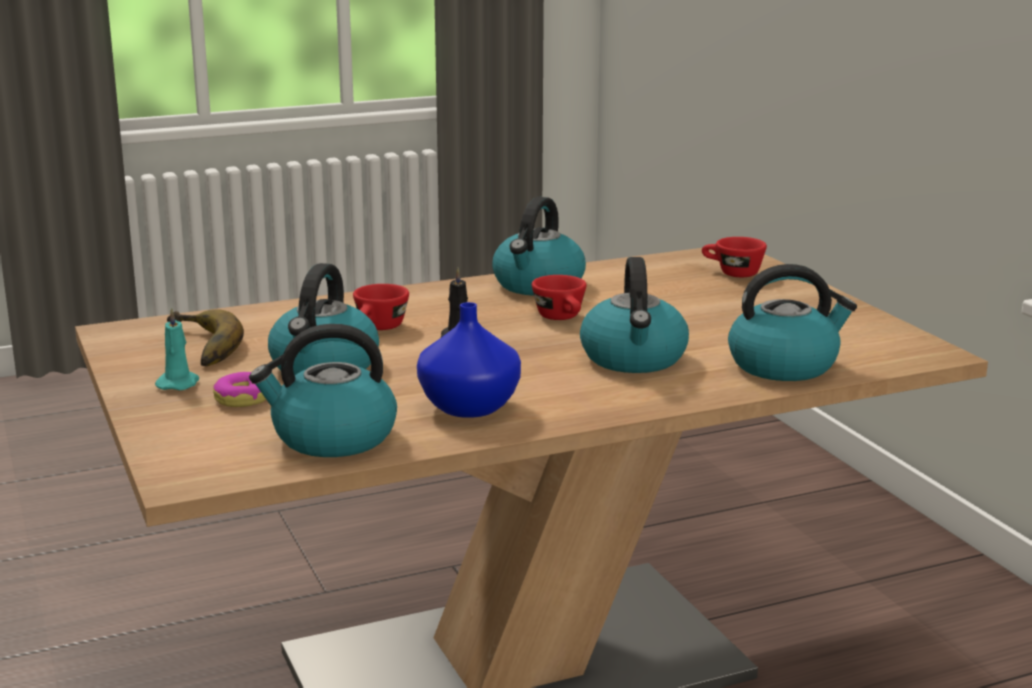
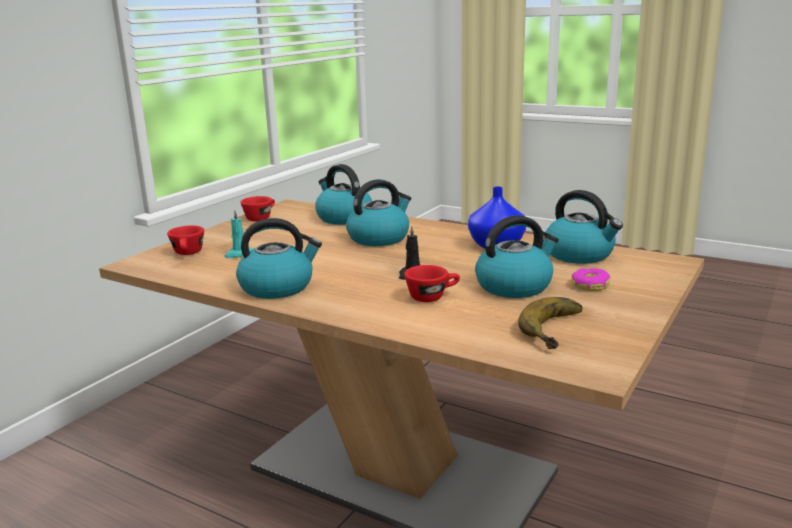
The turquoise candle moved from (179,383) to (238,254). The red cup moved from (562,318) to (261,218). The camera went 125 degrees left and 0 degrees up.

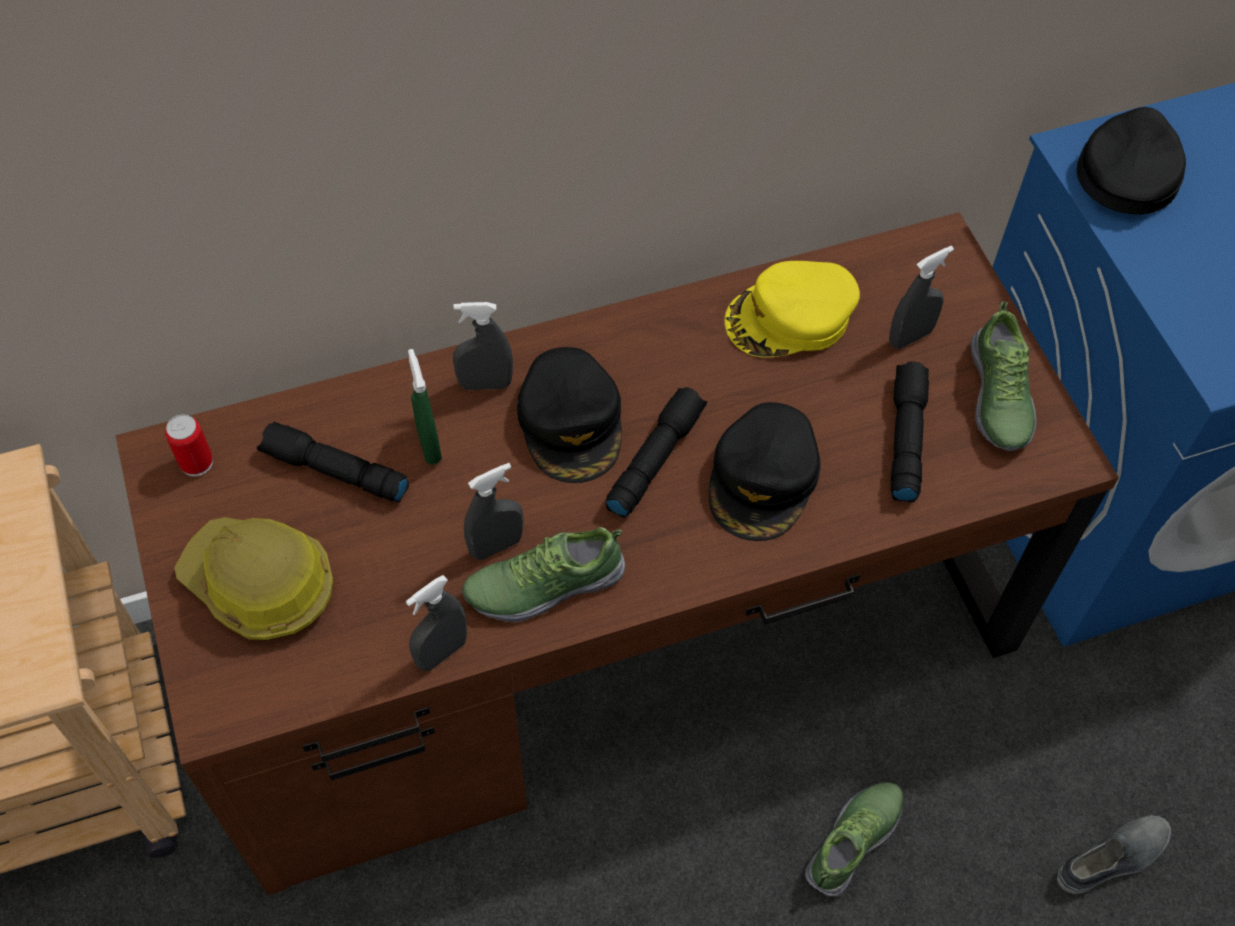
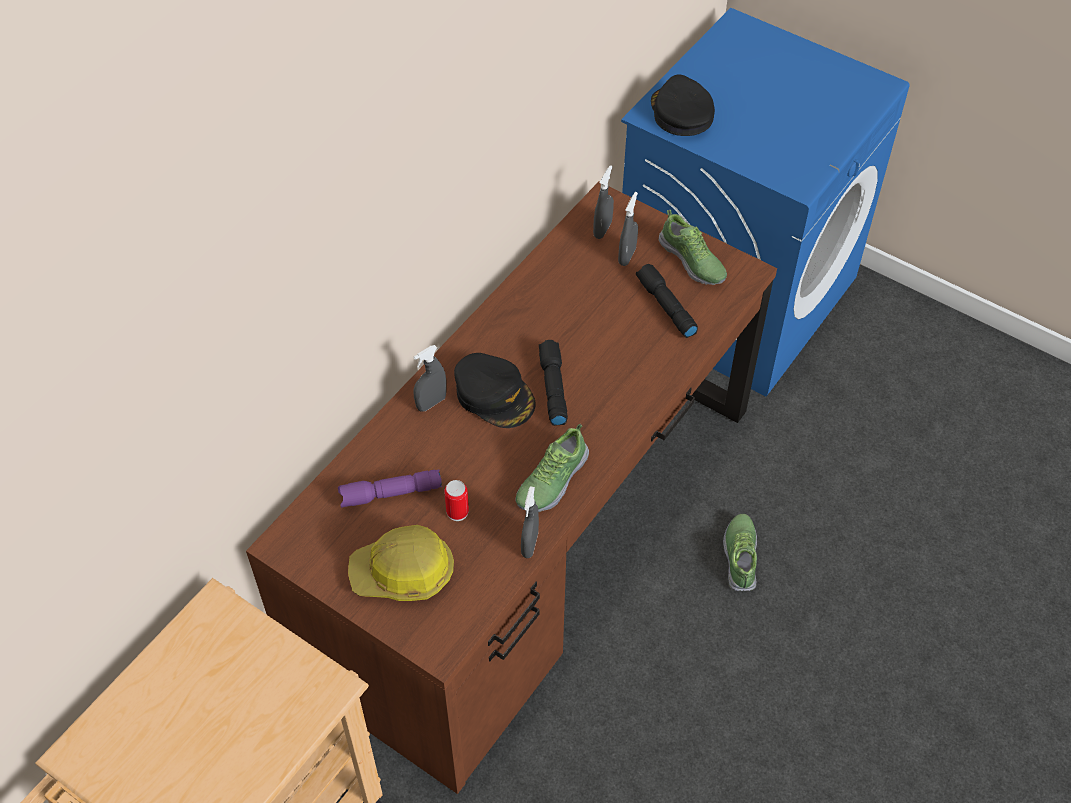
The green spray bottle at (429,445) disappeared. The black cap at (763,479) disappeared. The yellow cap at (790,318) disappeared. The grey shoe at (1113,858) disappeared. The can moved from (196,462) to (457,512). The grey spray bottle moved from (496,546) to (602,230). The black flashlight at (333,472) became the purple flashlight at (390,494). The camera went 35 degrees left and 5 degrees down.

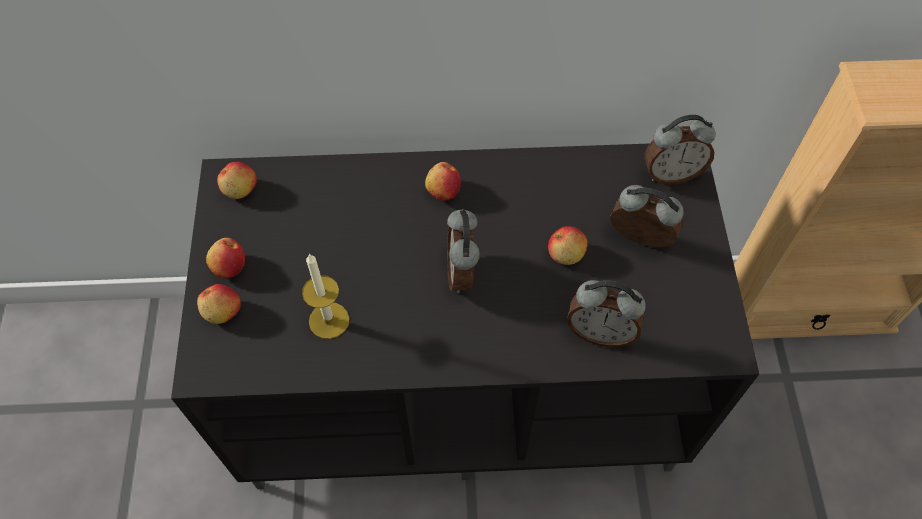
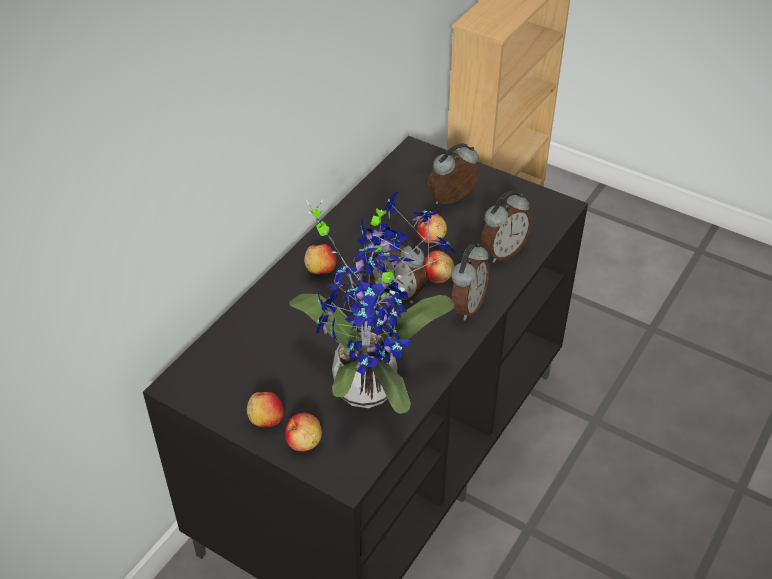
The apple moved from (240,189) to (438,276). The alarm clock moved from (671,173) to (467,306). The candle at (329,320) was replaced by the potted plant at (371,381). The camera went 55 degrees left and 15 degrees down.

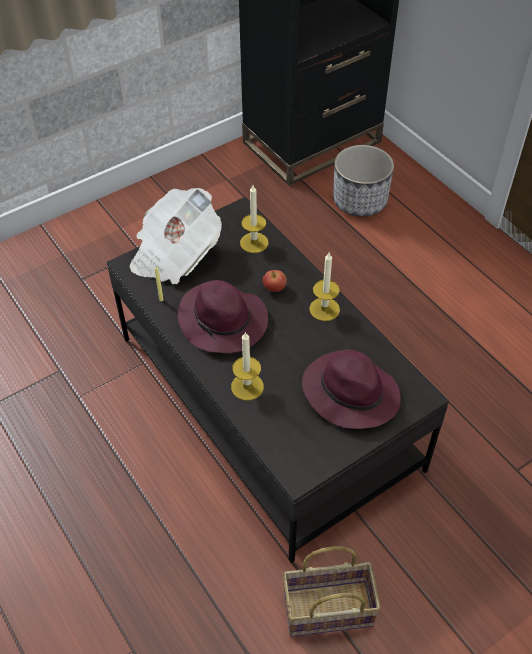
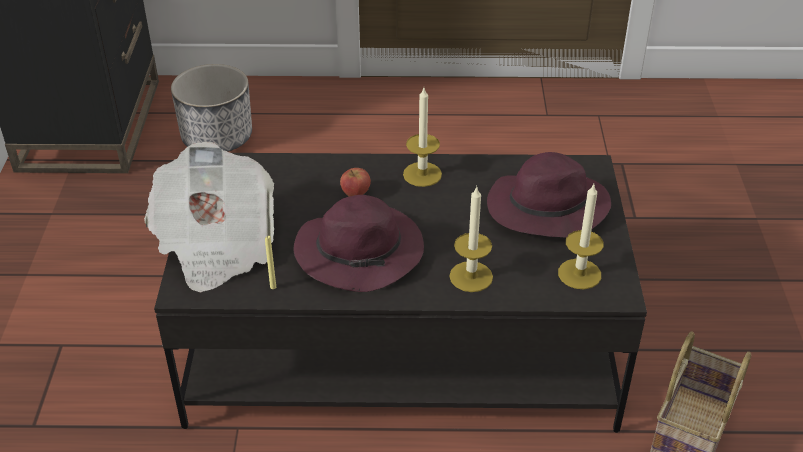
The candle moved from (254,242) to (579,274). The camera went 55 degrees left and 10 degrees down.

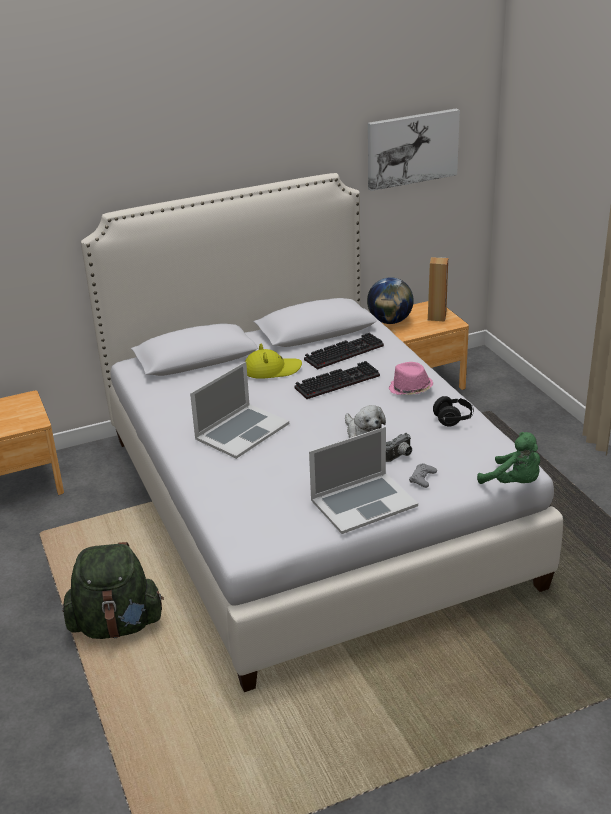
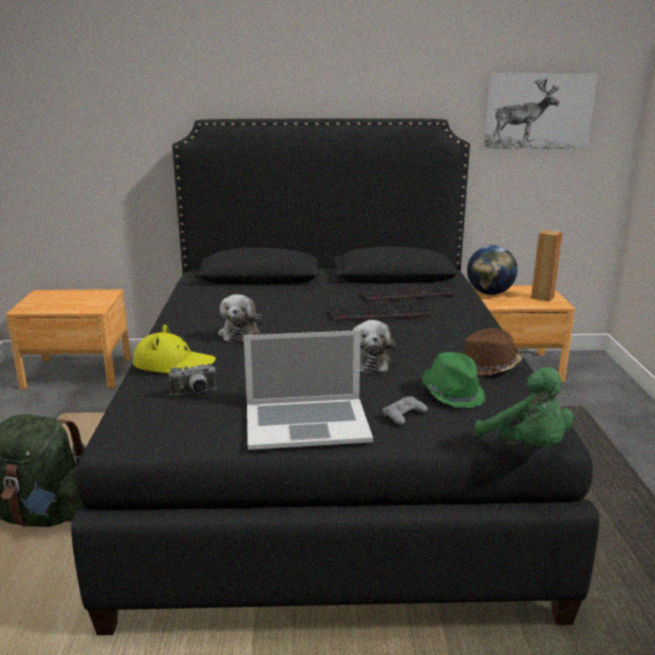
The pink hat at (410,389) disappeared. The green hat at (453,394) appeared. The yellow hat moved from (272,370) to (173,364). The photo camera moved from (400,456) to (194,393). The laptop at (241,431) was replaced by the plush toy at (240,333). The black headphones at (453,419) was replaced by the brown hat at (488,366). The white bed at (308,507) became the black bed at (326,451). The camera went 20 degrees right and 10 degrees down.

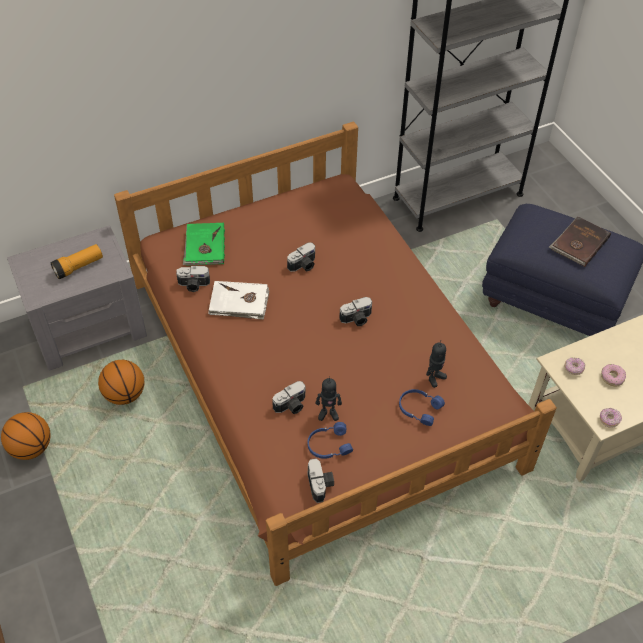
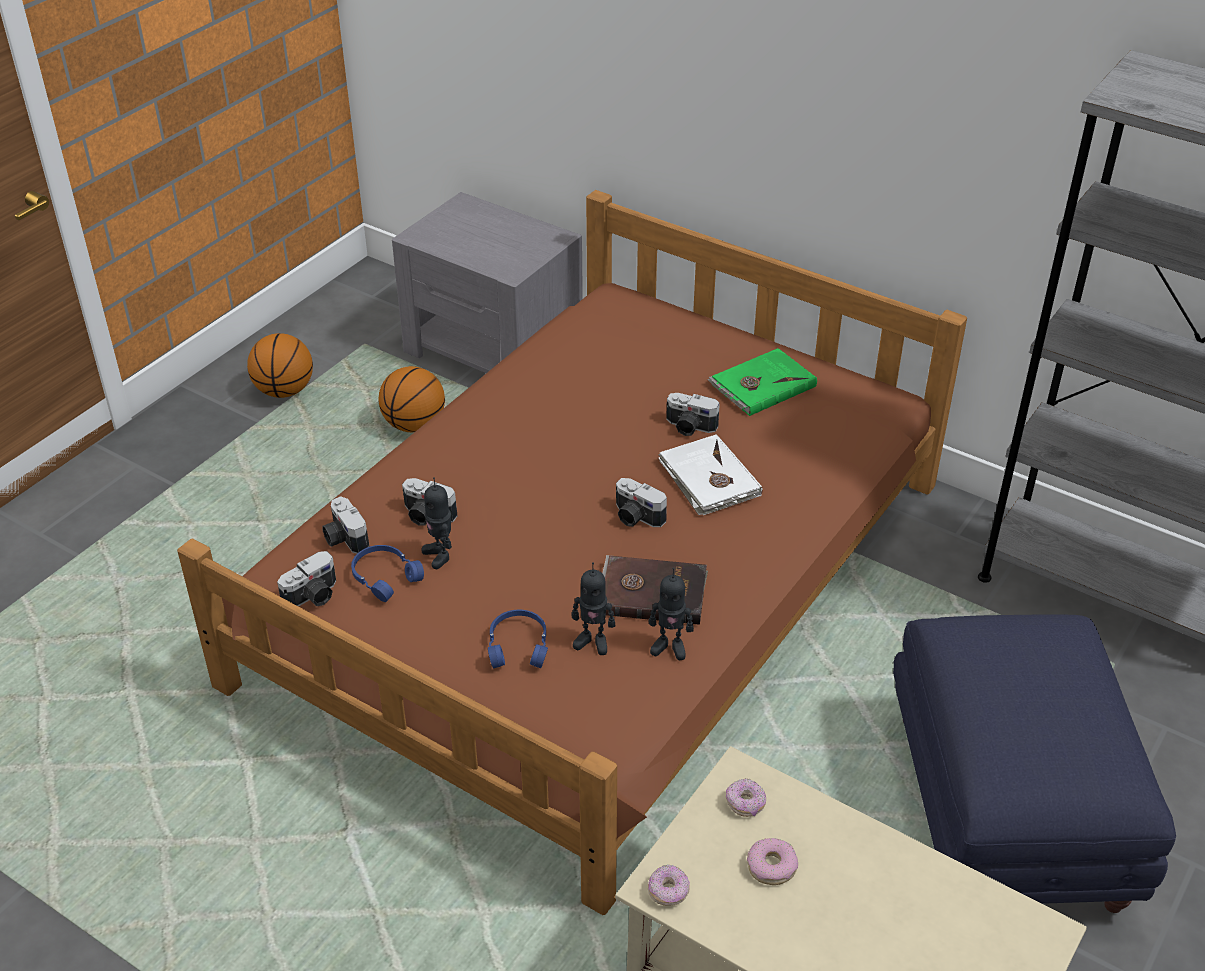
The flashlight at (79,267) disappeared. The toy robot at (669,647) appeared. The photo camera moved from (193,285) to (344,539). The green book moved from (204,246) to (761,385). The white book moved from (239,302) to (708,479). The brown book moved from (579,243) to (652,592). The camera went 60 degrees right and 10 degrees down.

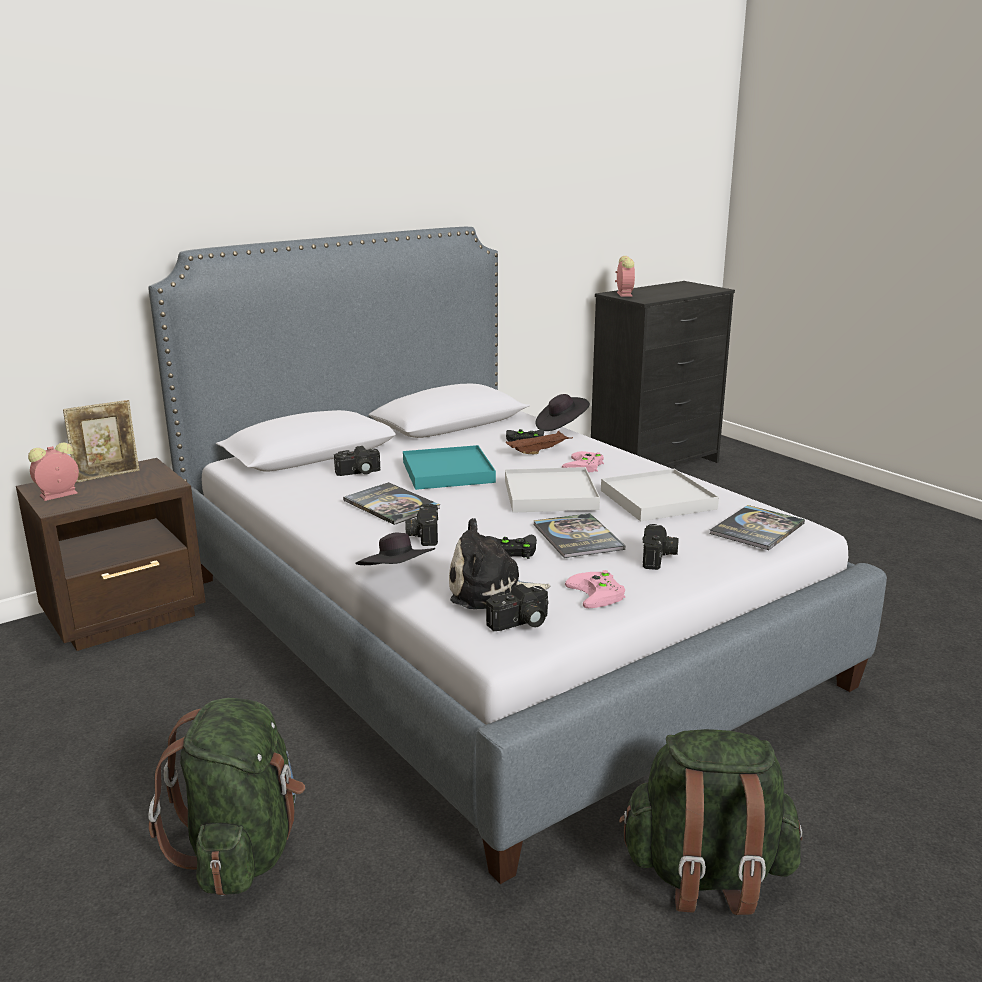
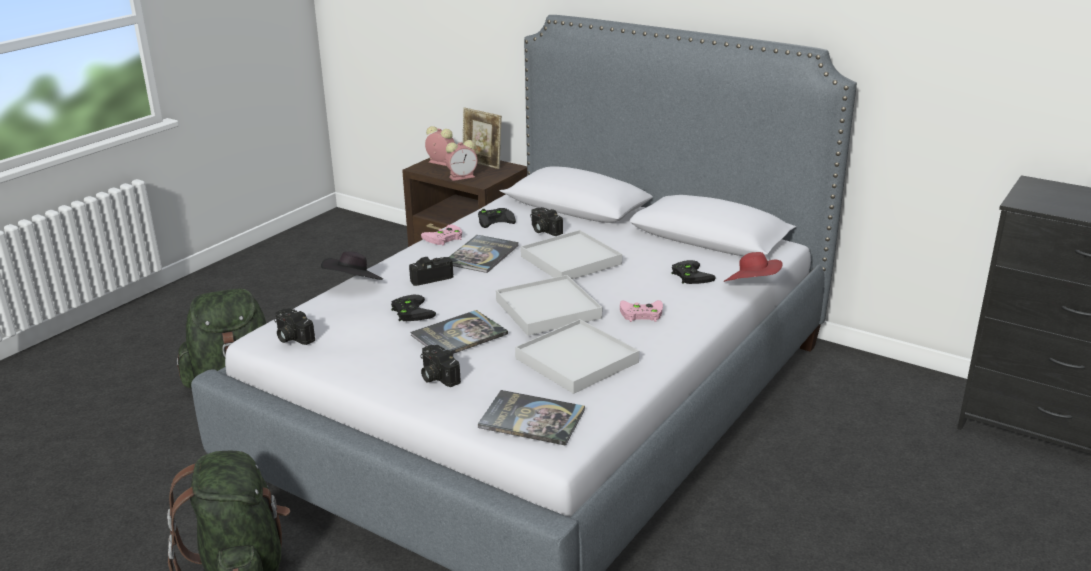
The plush toy at (491,591) disappeared. The brown tray at (539,451) disappeared. The black game controller at (496,220) appeared. The pink game controller moved from (599,594) to (443,238). The alarm clock moved from (624,294) to (462,176). The turquoise tray at (448,472) became the white tray at (571,260). The black hat at (561,426) became the red hat at (752,285). The photo camera at (659,558) turned 60 degrees clockwise. The camera went 70 degrees right and 5 degrees up.

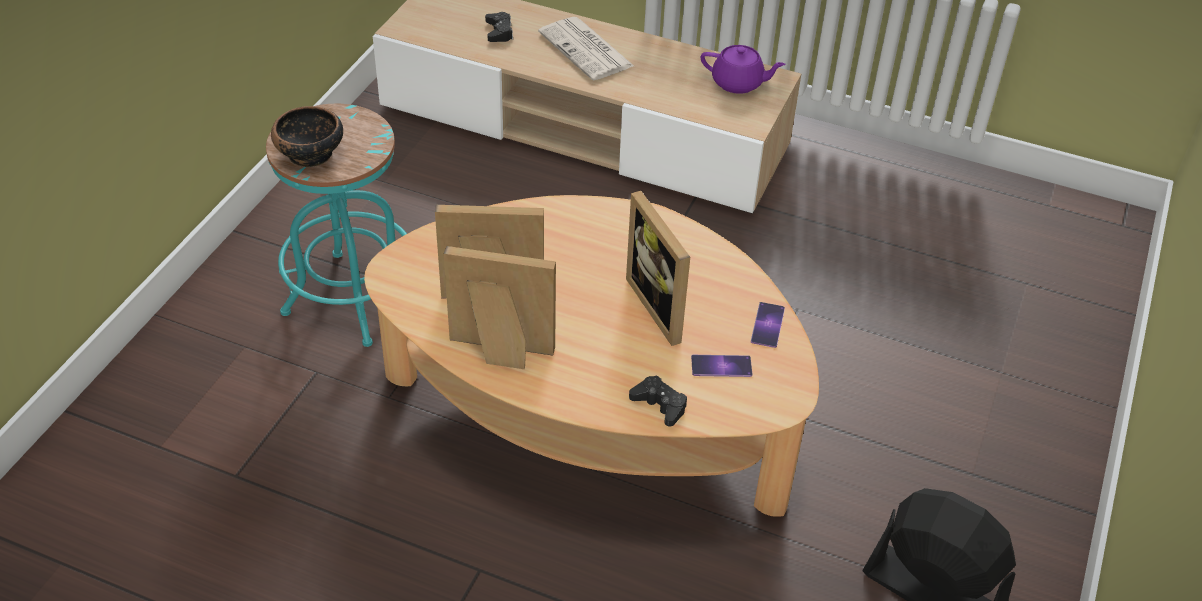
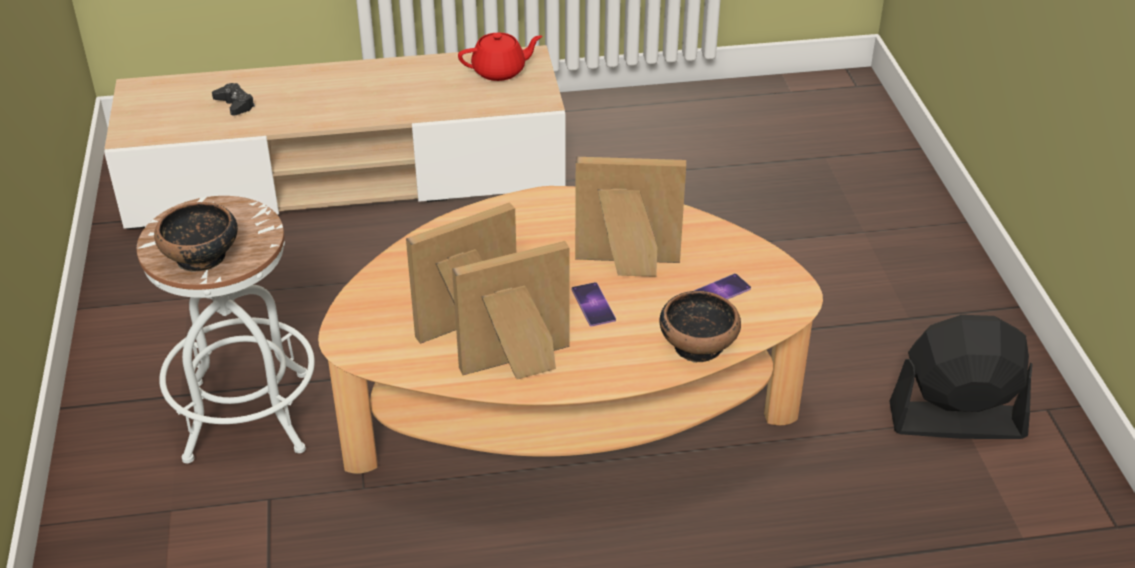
The newspaper at (587,50) disappeared. The phone moved from (767,325) to (593,304). The black game controller at (659,405) was replaced by the bowl at (698,345). The turquoise stool at (352,298) became the white stool at (247,416). The purple teapot at (738,83) became the red teapot at (500,71). The picture frame at (664,306) turned 150 degrees clockwise. The camera went 30 degrees left and 5 degrees down.

